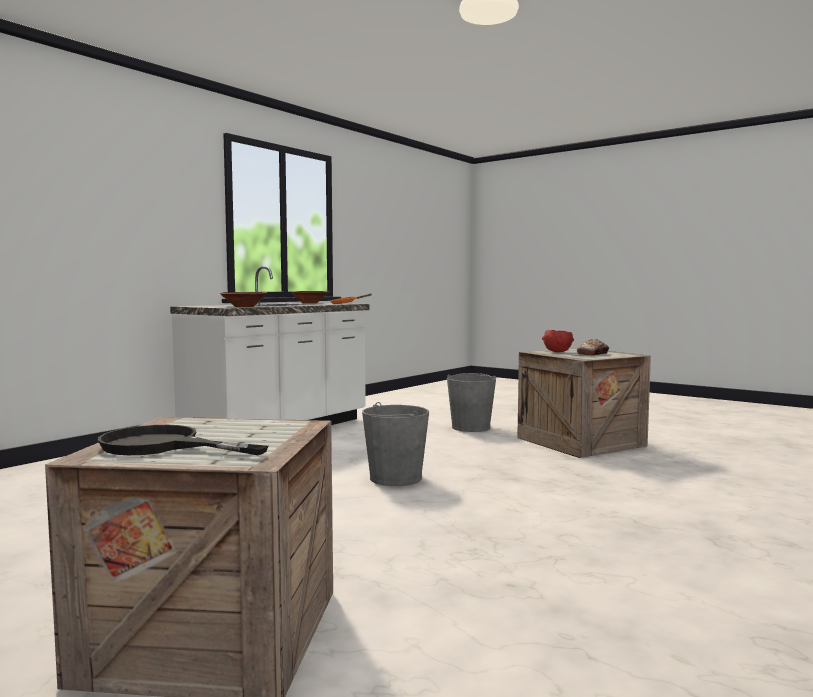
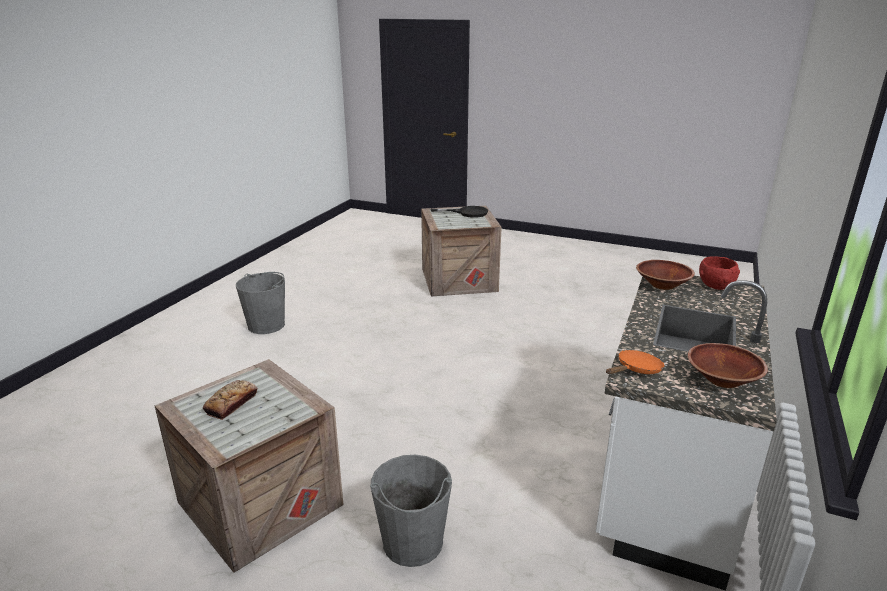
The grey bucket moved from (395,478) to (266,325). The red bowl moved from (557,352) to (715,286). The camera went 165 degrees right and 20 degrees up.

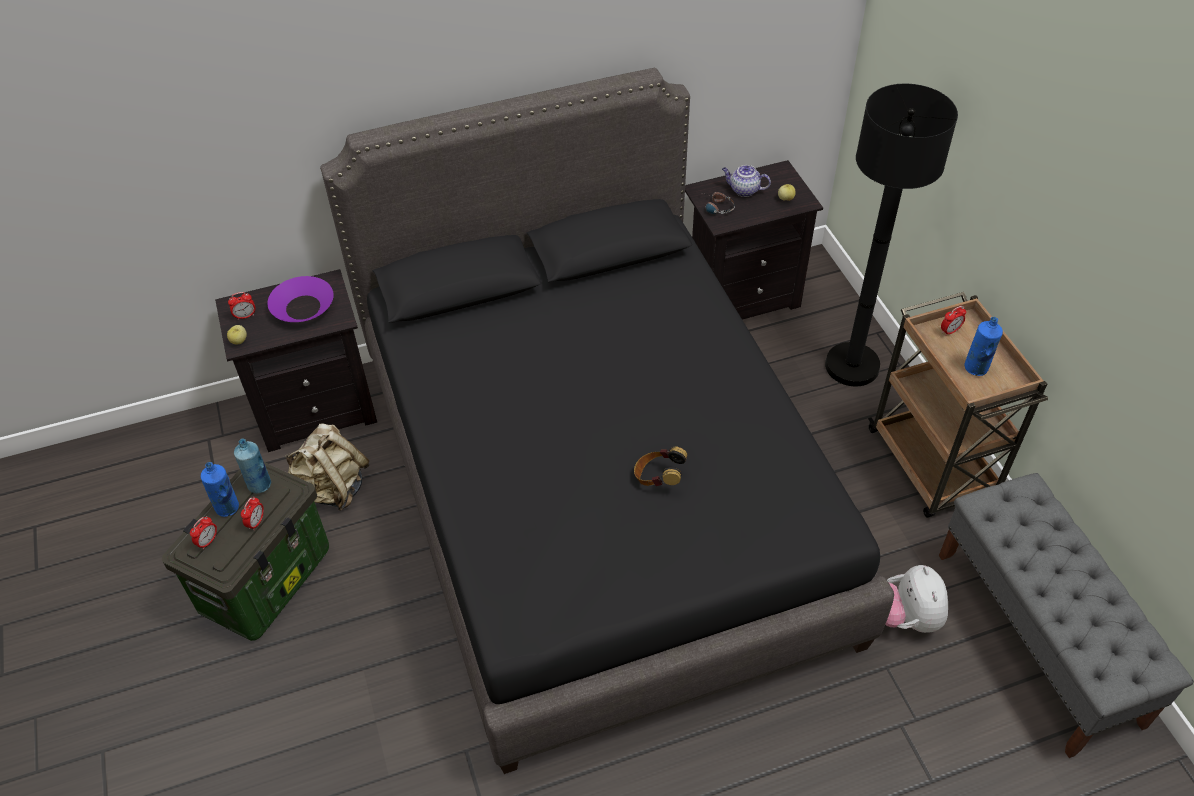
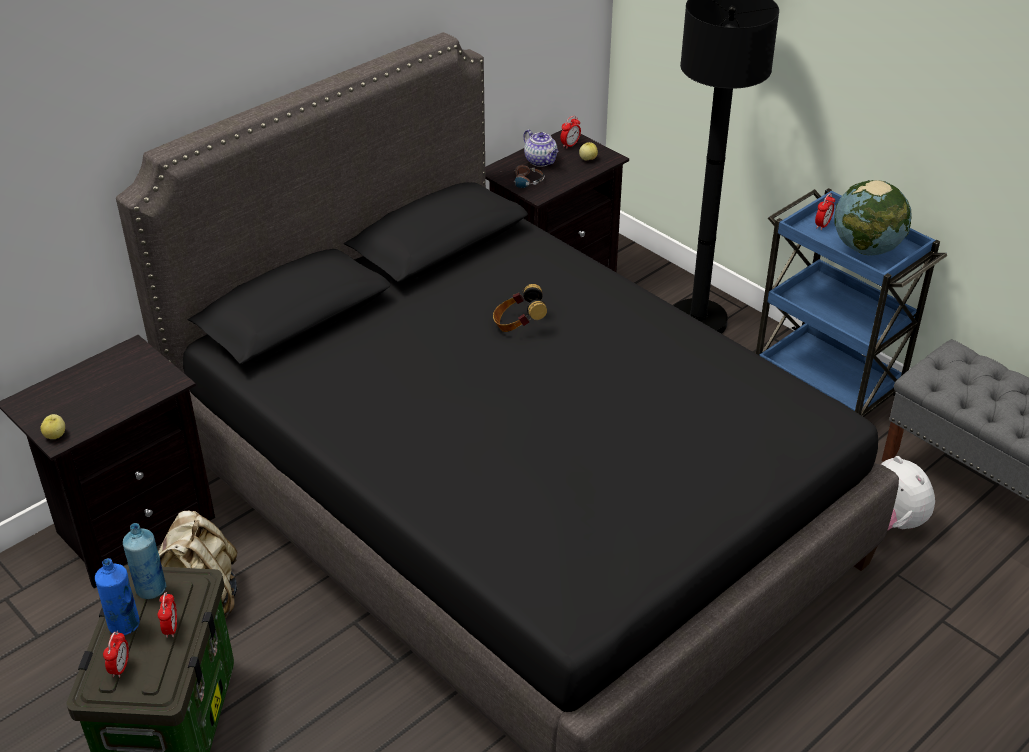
The purple bowl at (303,307) disappeared. The alarm clock moved from (245,316) to (570,145). The headphones moved from (658,478) to (518,325). The blue bottle at (976,368) was replaced by the globe at (866,248). The brown cart at (932,465) became the blue cart at (827,385). The teapot at (743,190) turned 120 degrees counterclockwise. The camera went 25 degrees left and 10 degrees down.

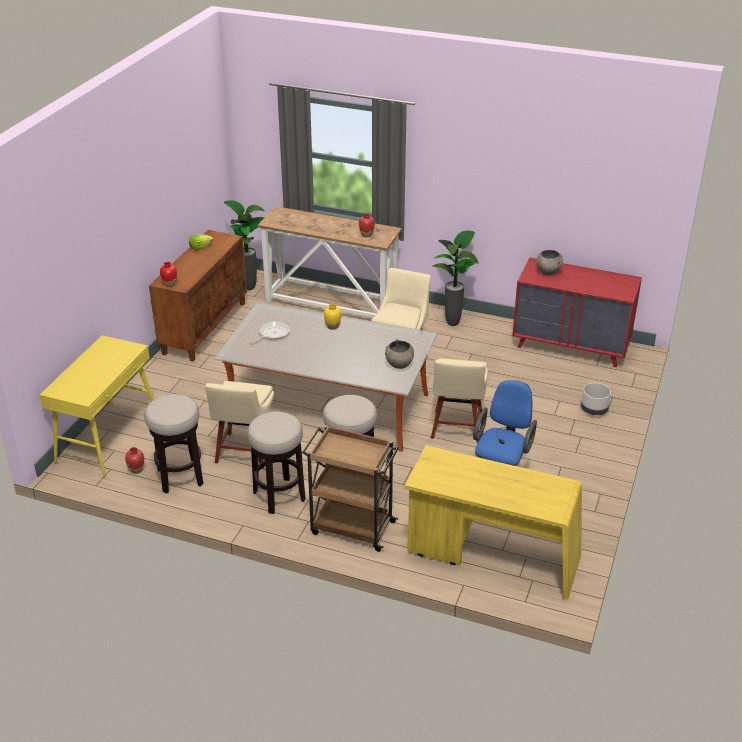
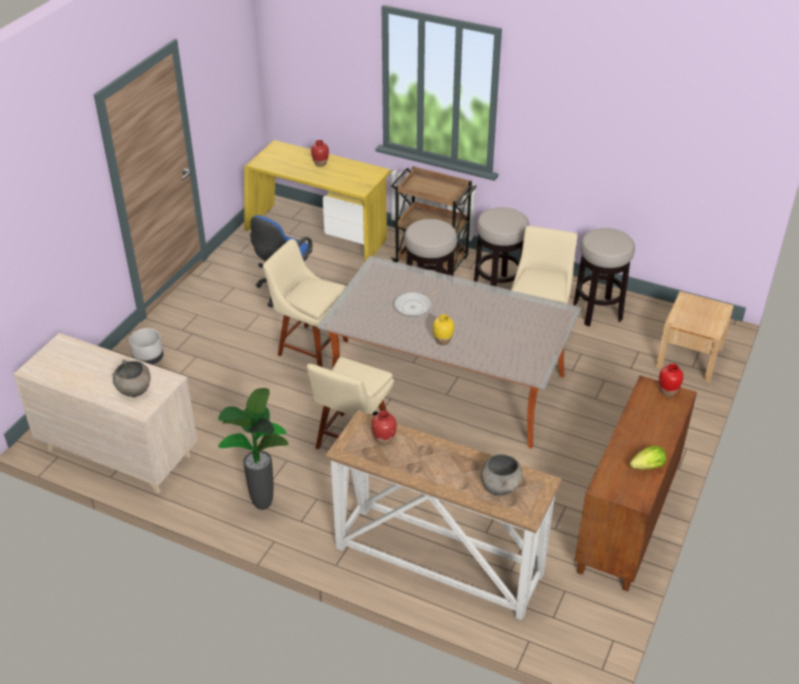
The potted plant at (249,288) disappeared. The red vase moved from (136,470) to (320,164). The frying pan moved from (272,334) to (415,306). The grey bowl moved from (399,364) to (500,487). The yellow console table at (108,438) was replaced by the beige nightstand at (689,357). The red dresser at (571,346) became the beige dresser at (117,453). The beige chair at (456,428) turned 75 degrees counterclockwise. The camera went 175 degrees left and 5 degrees up.

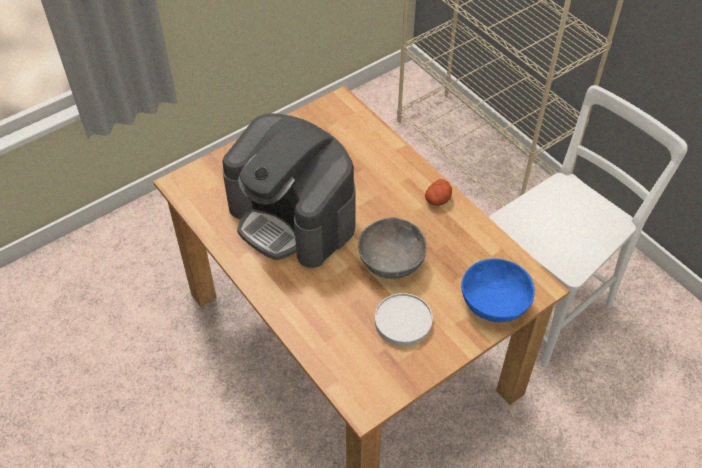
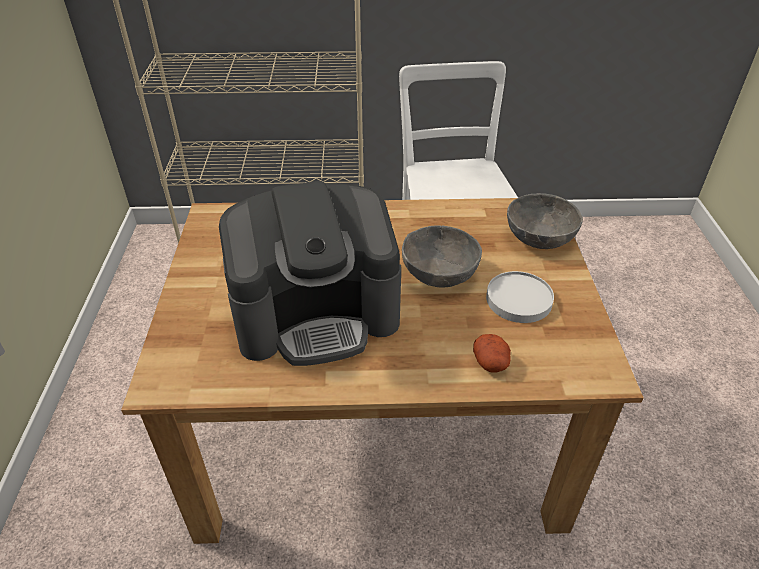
The potato moved from (438,199) to (491,363). The blue bowl at (494,303) became the grey bowl at (539,238). The camera went 55 degrees left and 10 degrees down.

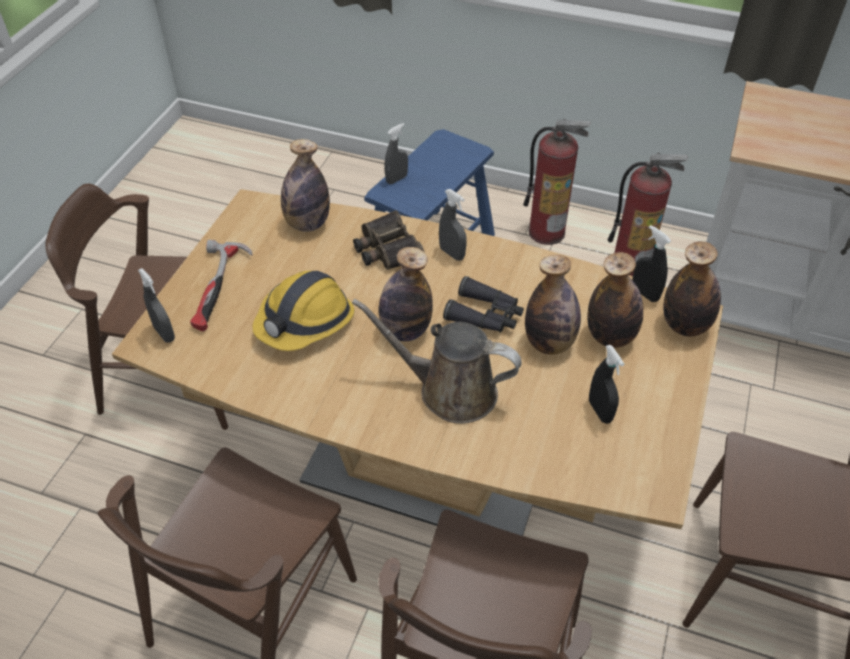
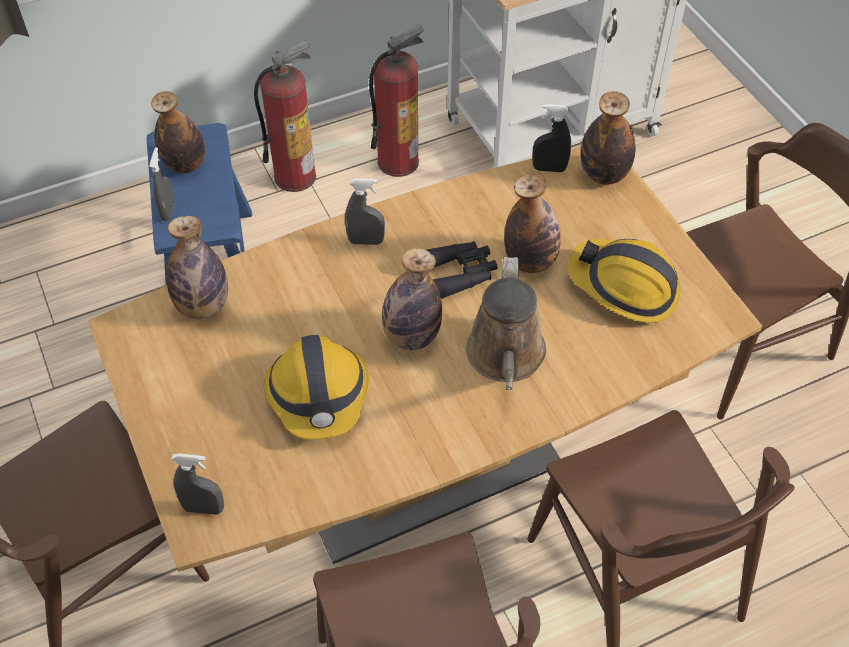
The hammer at (218,288) disappeared. The binoculars at (386,248) disappeared. The bottle moved from (610,336) to (185,164). The black spray bottle at (600,411) was replaced by the hard hat at (624,287). The brown watering can at (450,391) turned 60 degrees counterclockwise. The camera went 45 degrees left and 5 degrees up.

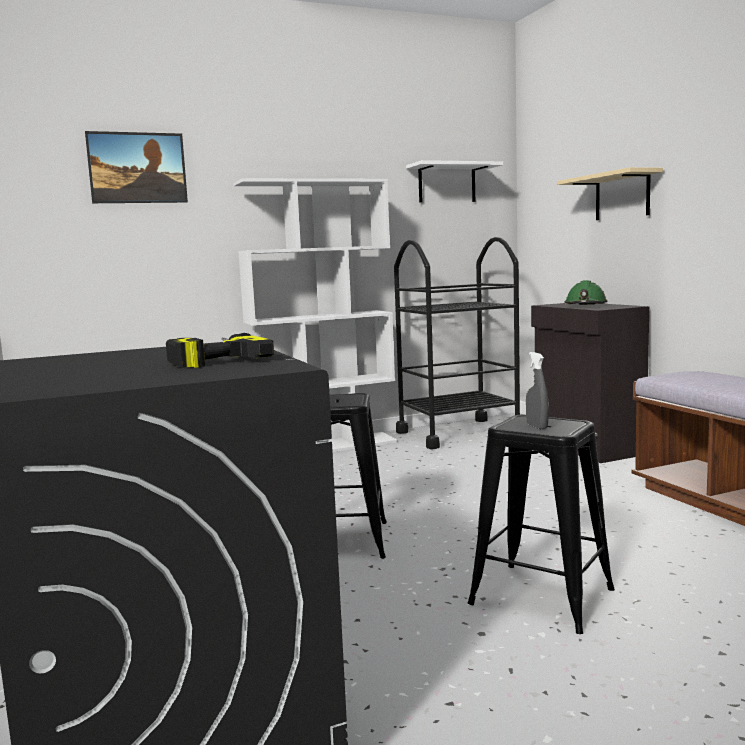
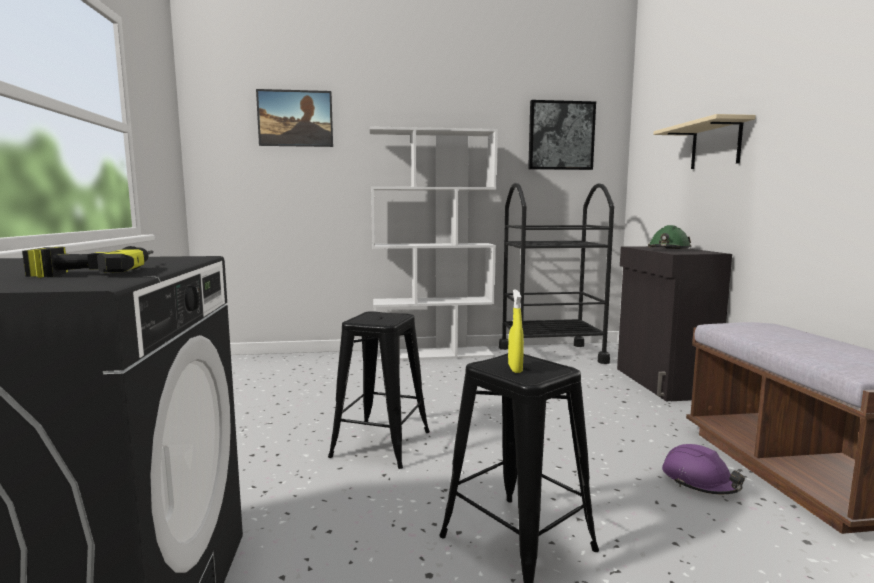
The purple hard hat at (699,482) appeared. The white shelf at (447,183) was replaced by the picture at (561,136). The grey spray bottle at (537,427) became the yellow spray bottle at (515,369). The camera went 15 degrees right and 0 degrees up.

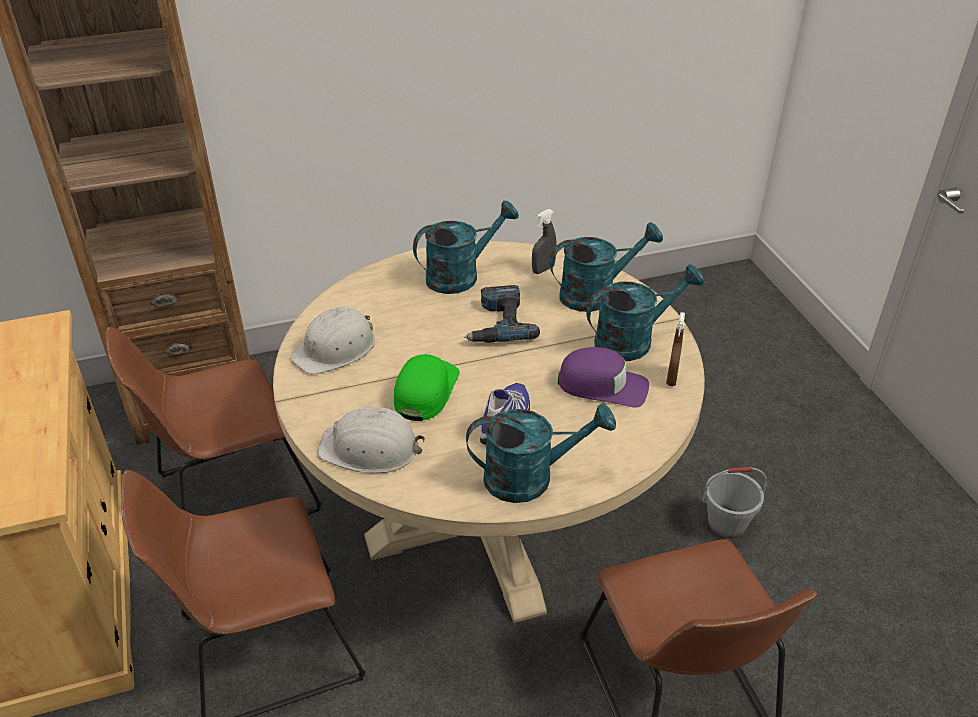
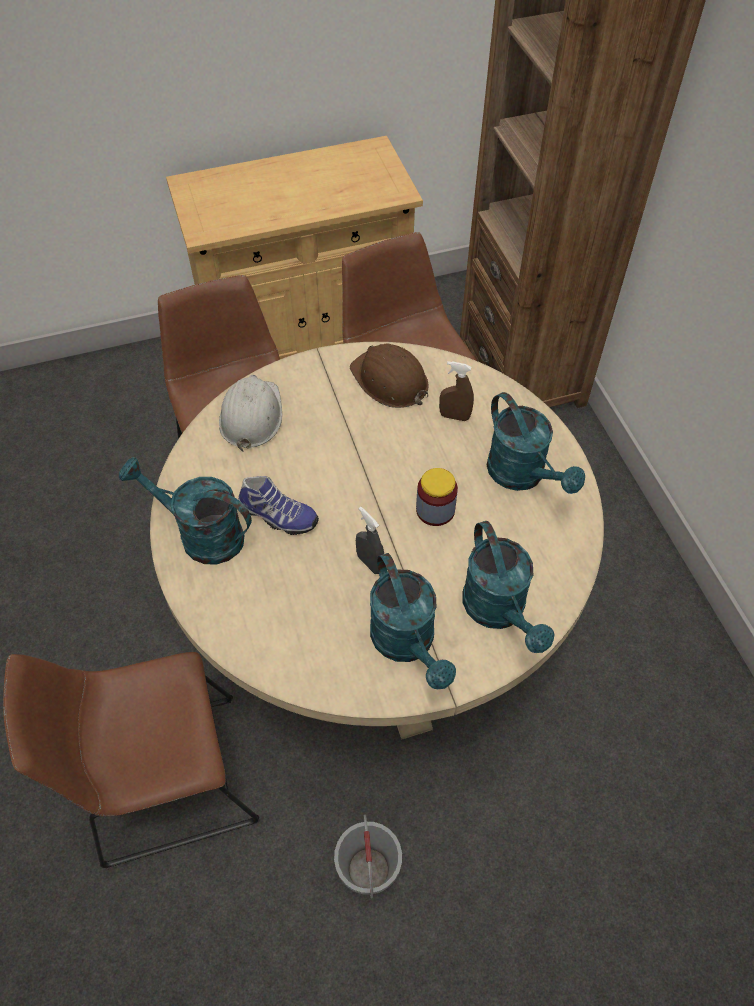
The green cap at (425,390) disappeared. The purple cap at (603,385) disappeared. The grey spray bottle moved from (543,269) to (370,563). The brown spray bottle moved from (671,378) to (454,416). The power drill at (498,323) was replaced by the jar at (435,510). The white hard hat at (336,348) became the brown hard hat at (390,381). The turquoise watering can at (531,477) turned 120 degrees clockwise. The camera went 90 degrees right and 15 degrees up.

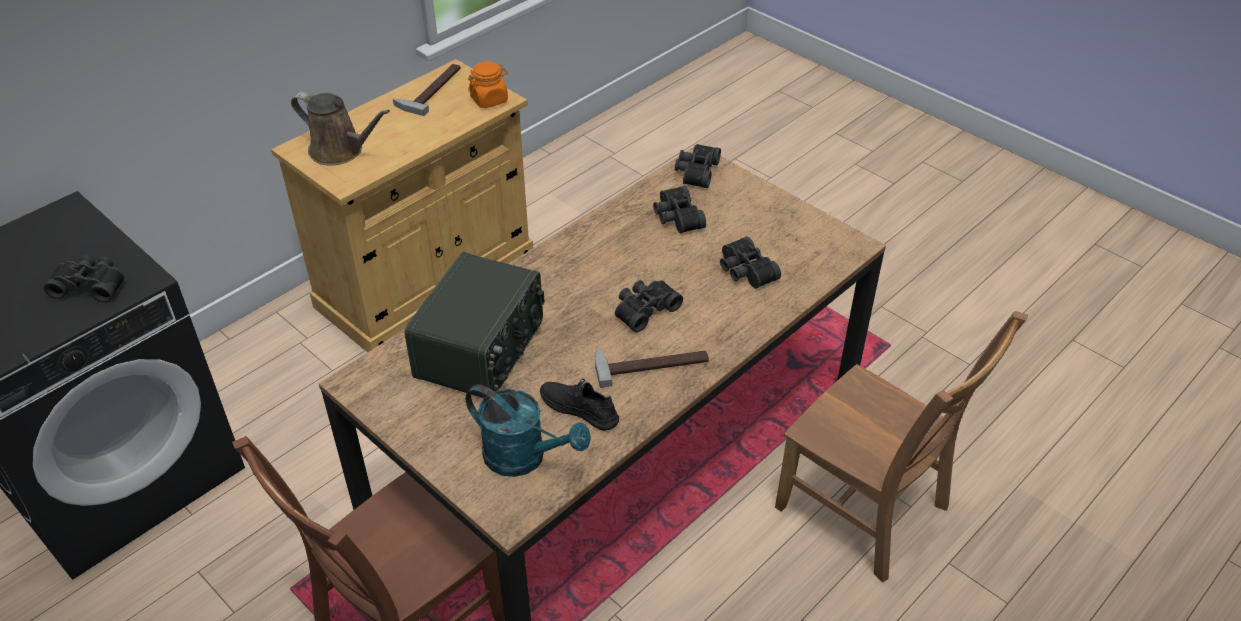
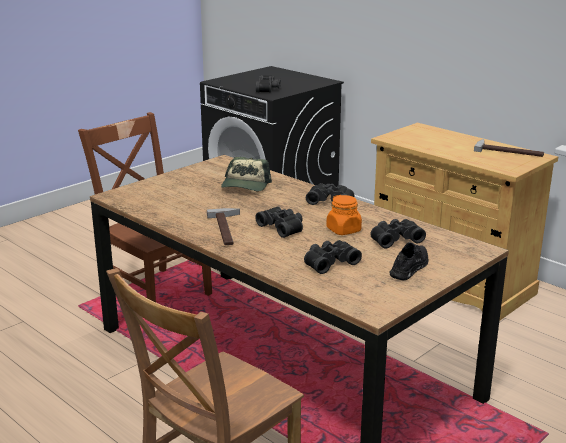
The brown watering can at (340,151) disappeared. The turquoise watering can at (524,458) disappeared. The orange jar moved from (489,100) to (344,230). The black shoe moved from (579,409) to (410,267). The black binoculars moved from (695,172) to (331,201). The radio at (482,350) was replaced by the cap at (245,185). The camera went 90 degrees right and 20 degrees down.

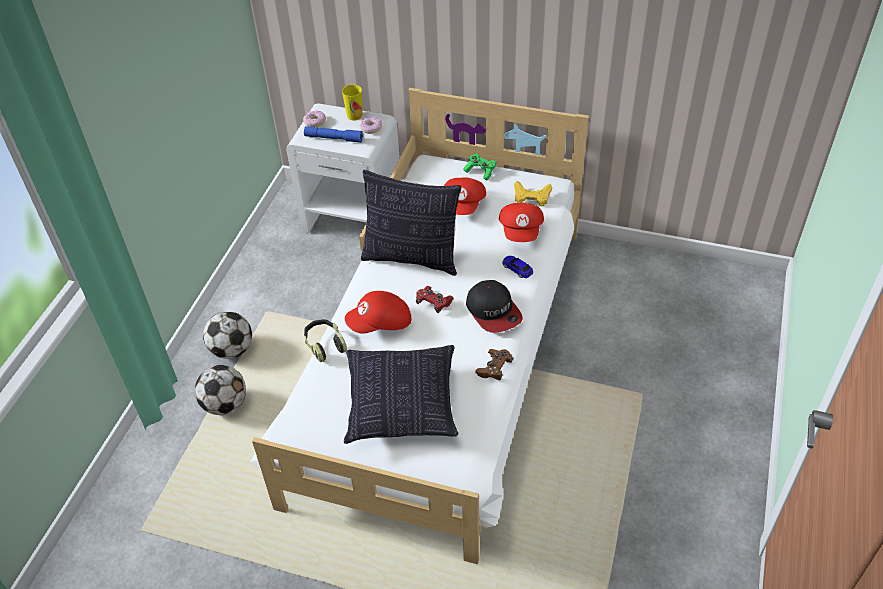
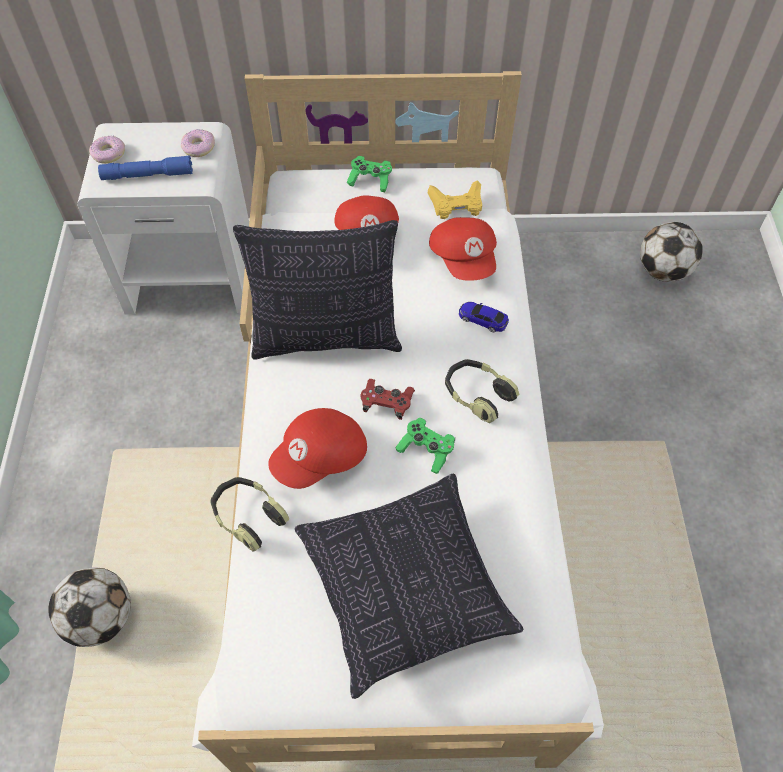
The cup at (354,115) disappeared. The brown game controller at (494,368) disappeared. The green game controller at (426,450) appeared. The football moved from (232,350) to (662,271). The cap at (493,311) was replaced by the headphones at (477,395). The camera went 20 degrees left and 10 degrees up.

